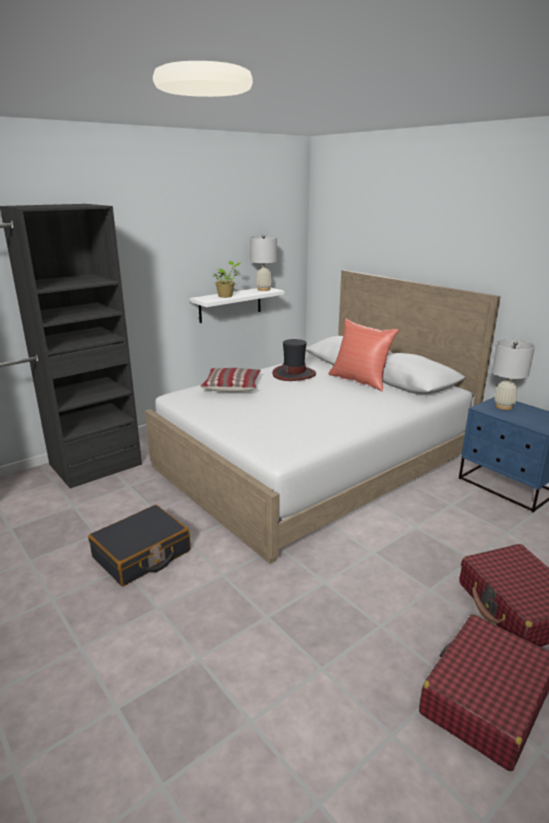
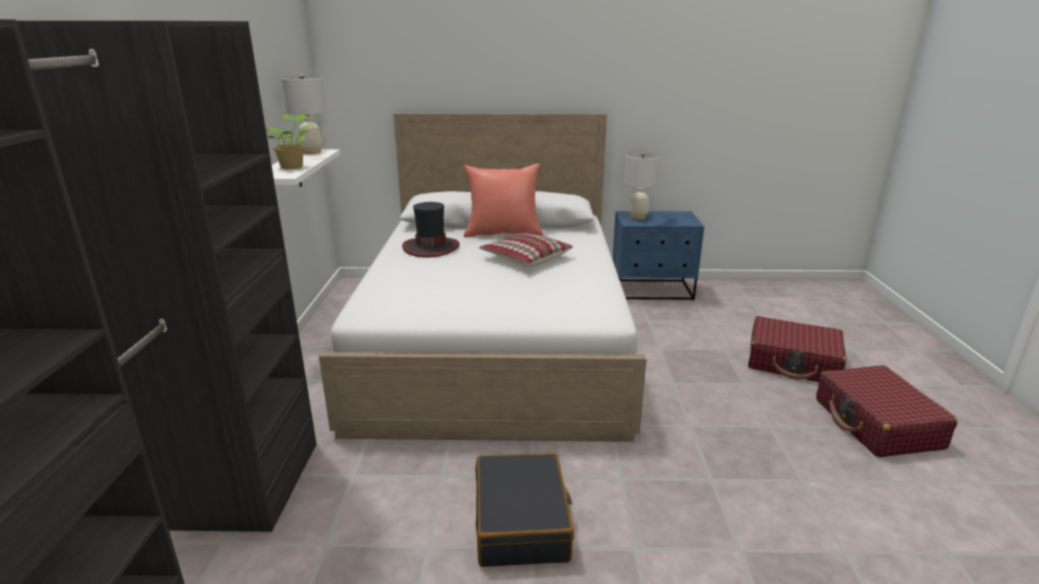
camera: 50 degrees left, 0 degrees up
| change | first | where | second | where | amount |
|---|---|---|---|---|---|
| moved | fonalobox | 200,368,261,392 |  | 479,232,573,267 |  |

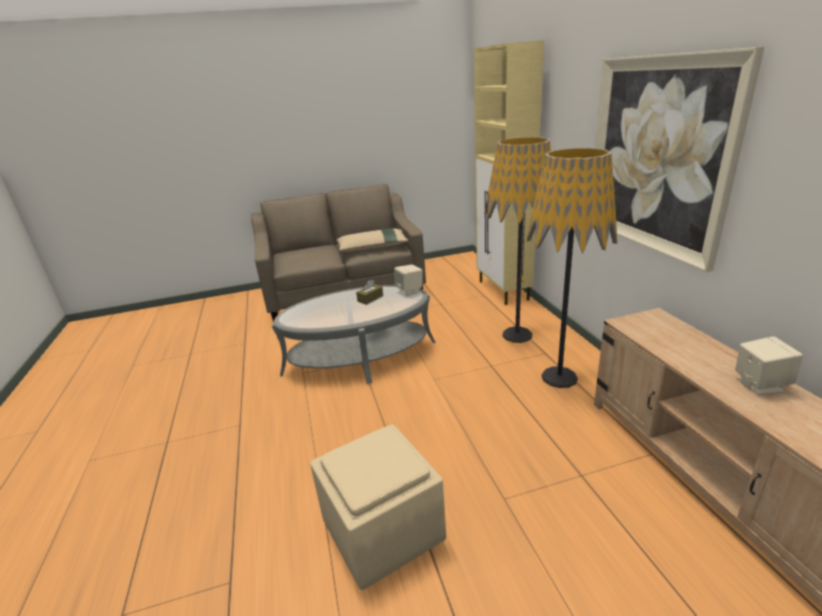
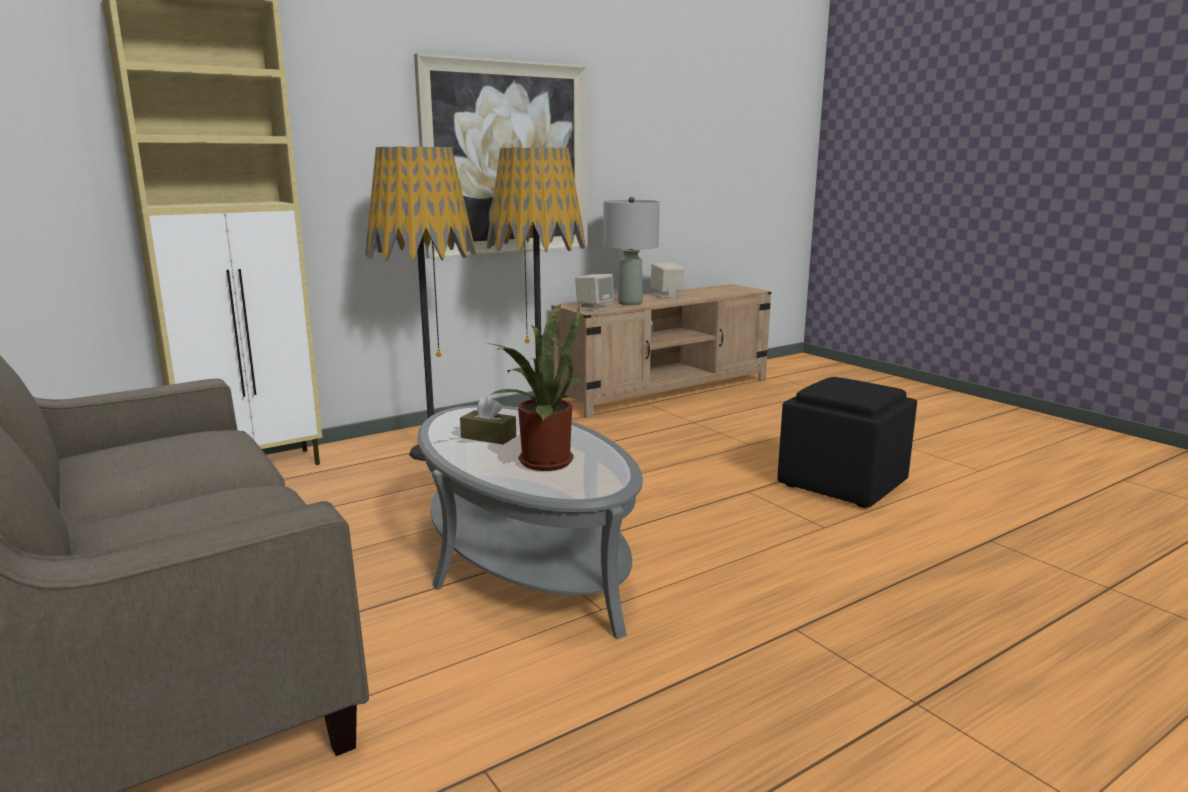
camera: 110 degrees left, 10 degrees down
| change | first | where | second | where | amount |
|---|---|---|---|---|---|
| added |  |  | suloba | 487,304,583,471 |  |
| moved | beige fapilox | 394,264,422,296 |  | 575,274,614,311 |  |
| added |  |  | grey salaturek | 603,197,660,305 |  |
| recoloured | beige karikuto | 310,425,446,590 | black karikuto | 777,377,917,508 |  |
| removed | beige fonalobox | 336,229,409,252 |  |  |  |

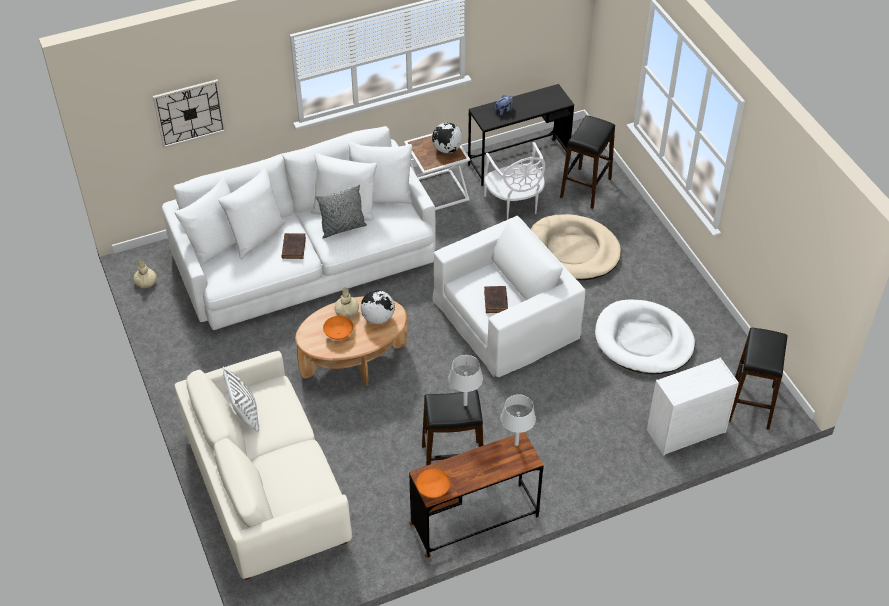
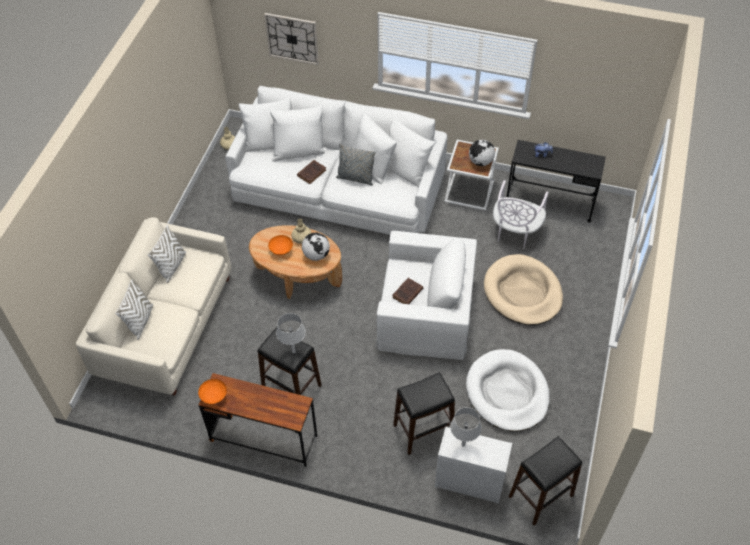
camera: 40 degrees right, 5 degrees up
| change | first | where | second | where | amount |
|---|---|---|---|---|---|
| added |  |  | white fonalobox | 115,279,153,340 |  |
| moved | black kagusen | 560,115,615,209 |  | 393,372,455,455 |  |
| moved | grey salaturek | 501,394,536,446 |  | 450,407,482,447 |  |

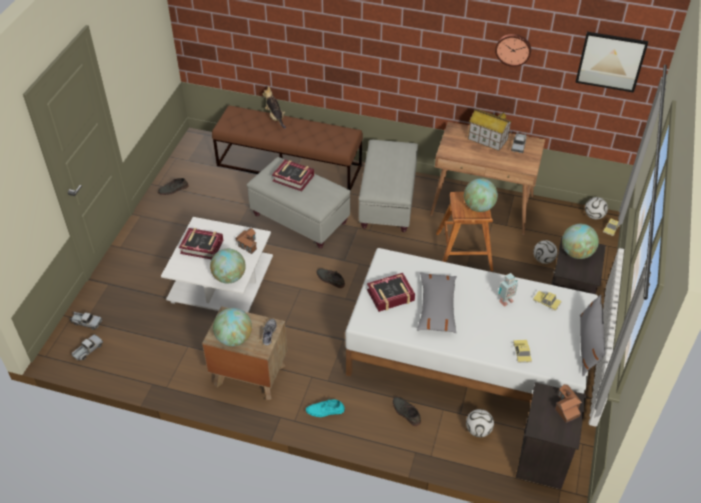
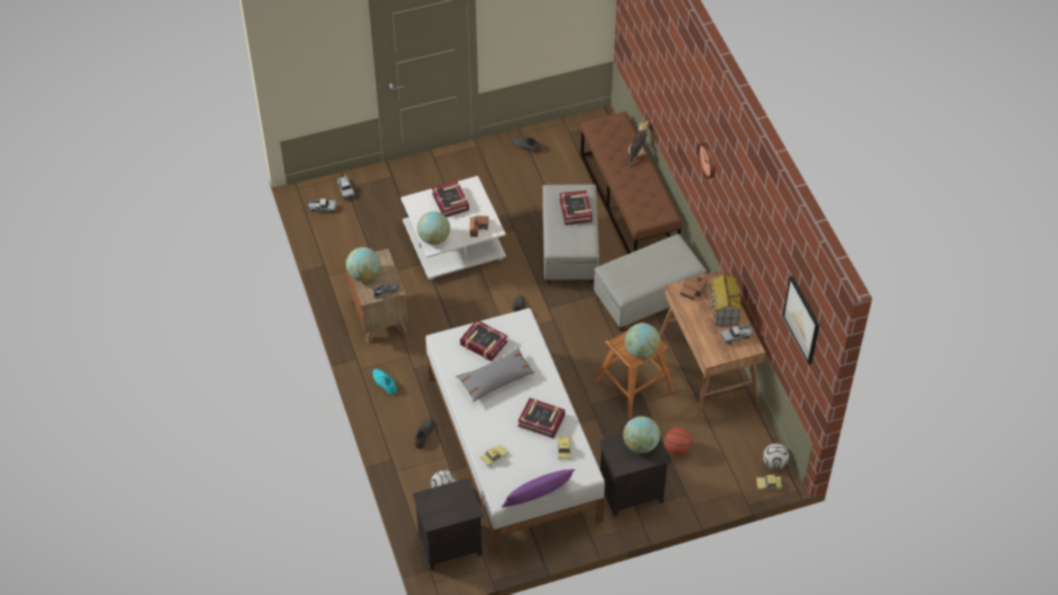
camera: 55 degrees right, 5 degrees up
| change | first | where | second | where | amount |
|---|---|---|---|---|---|
| recoloured | grey fonalobox | 580,294,605,376 | purple fonalobox | 501,469,575,507 |  |
| replaced | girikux | 498,273,518,307 | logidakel | 518,398,565,439 |  |
| replaced | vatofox | 533,240,557,264 | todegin | 664,428,692,456 |  |
| moved | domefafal | 555,384,582,423 |  | 680,274,709,300 |  |
| moved | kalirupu | 495,34,531,67 |  | 697,142,715,179 |  |

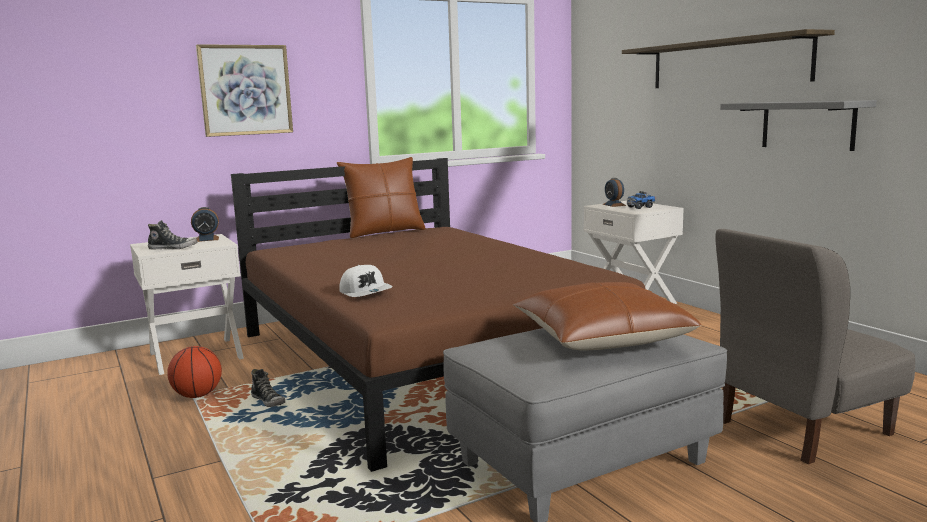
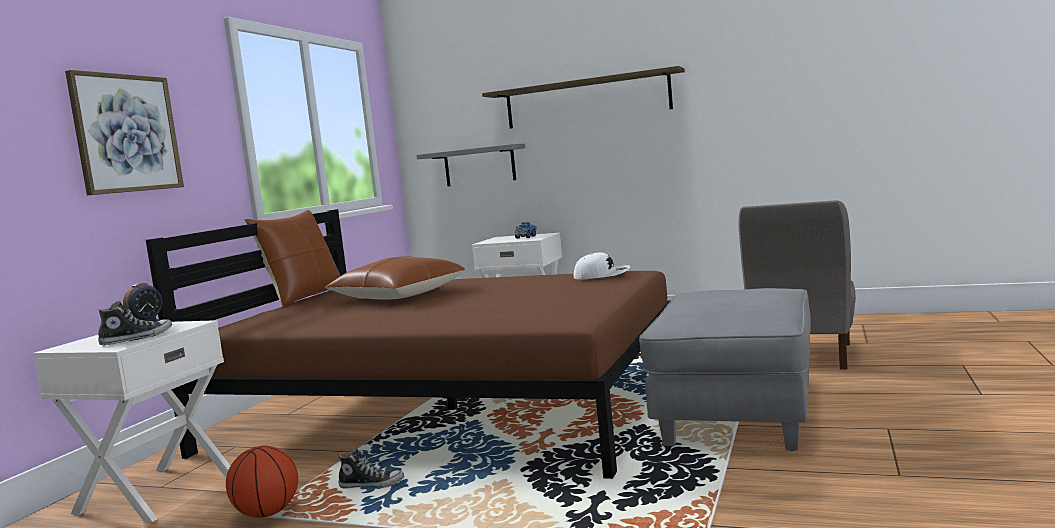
camera: 40 degrees left, 5 degrees down
| change | first | where | second | where | amount |
|---|---|---|---|---|---|
| moved | brown fonalobox | 512,282,701,350 |  | 324,256,465,299 |  |
| moved | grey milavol | 720,100,877,151 |  | 416,144,525,186 |  |
| moved | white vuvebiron | 339,265,393,297 |  | 573,252,630,280 |  |
| removed | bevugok | 603,178,626,207 |  |  |  |

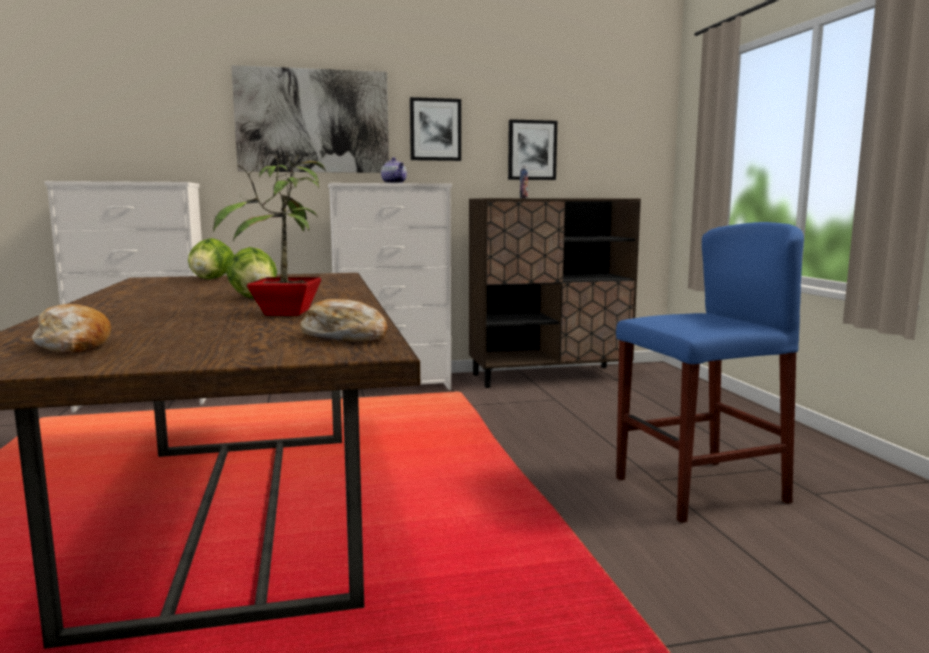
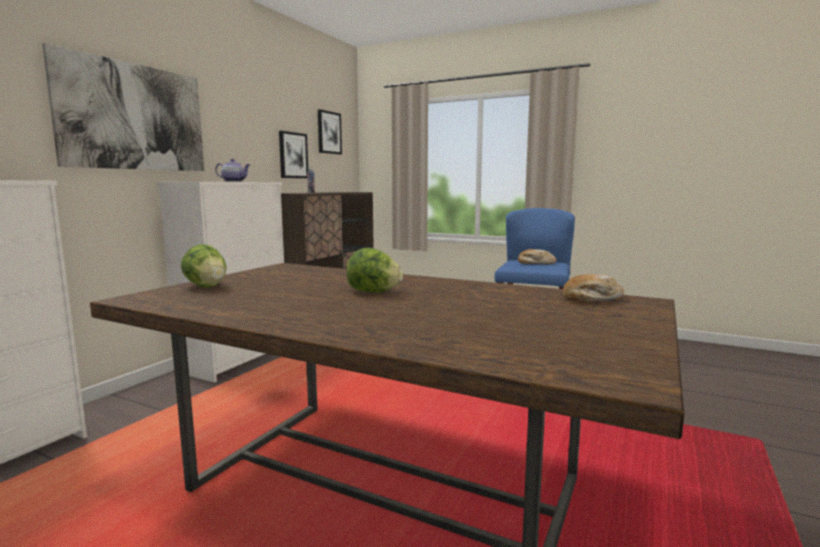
camera: 50 degrees left, 0 degrees up
| change | first | where | second | where | amount |
|---|---|---|---|---|---|
| moved | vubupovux | 410,97,461,161 |  | 318,109,342,155 |  |
| moved | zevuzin | 32,304,111,353 |  | 518,249,557,264 |  |
| removed | suloba | 213,152,327,316 |  |  |  |

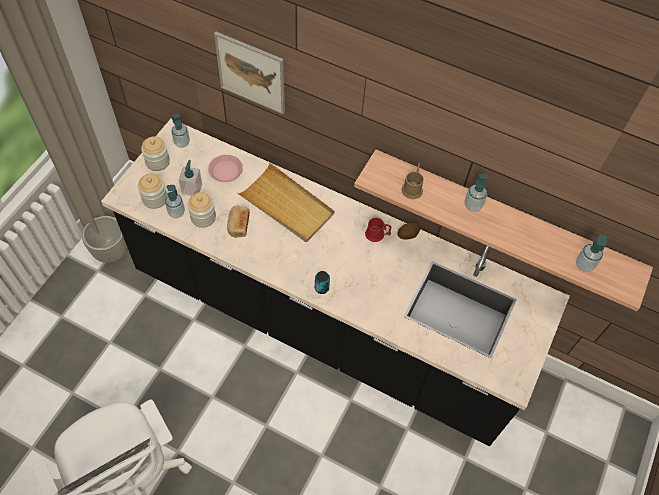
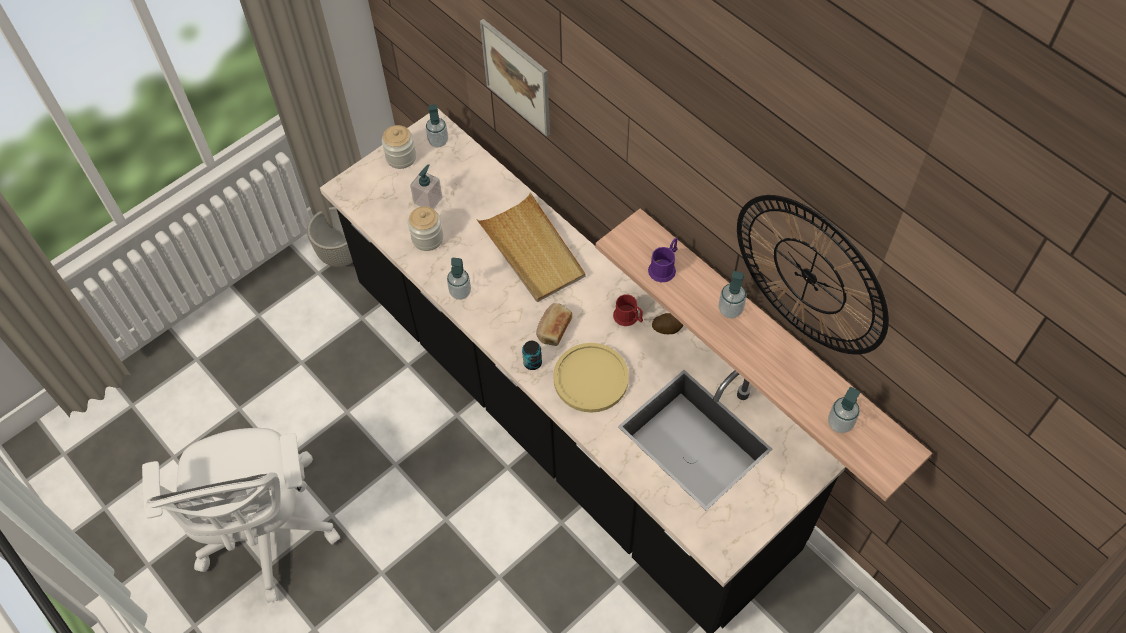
camera: 25 degrees right, 0 degrees up
| change | first | where | second | where | amount |
|---|---|---|---|---|---|
| moved | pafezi | 165,185,185,218 |  | 447,258,471,300 |  |
| moved | zevuzin | 227,205,250,238 |  | 536,303,572,346 |  |
| added |  |  | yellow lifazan | 553,343,629,413 |  |
| recoloured | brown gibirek | 401,162,424,199 | purple gibirek | 648,238,678,282 |  |
| added |  |  | kalirupu | 737,195,889,355 |  |
| removed | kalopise | 138,174,167,209 |  |  |  |
| removed | pink lifazan | 208,155,243,182 |  |  |  |

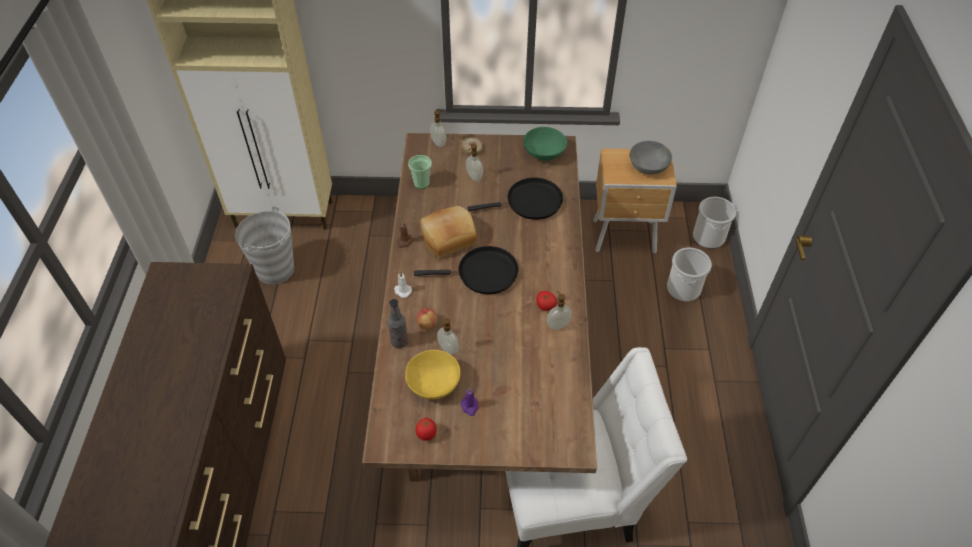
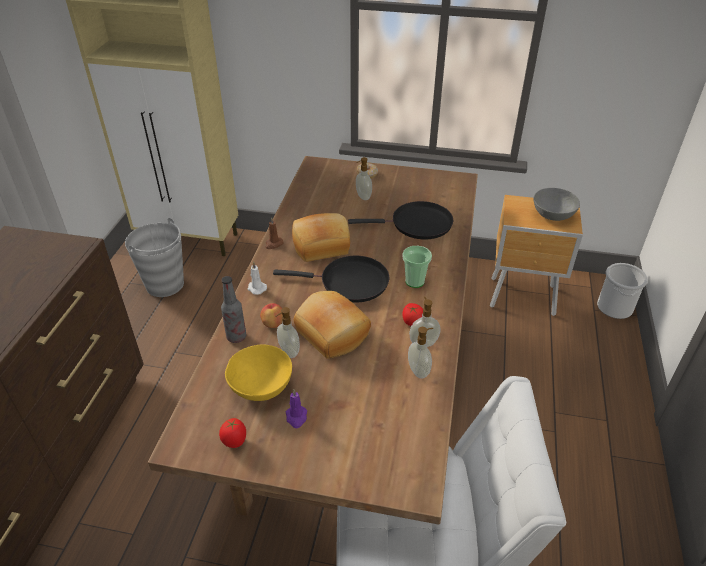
camera: 10 degrees right, 10 degrees down
| change | first | where | second | where | amount |
|---|---|---|---|---|---|
| added |  |  | zevuzin | 294,291,371,359 |  |
| moved | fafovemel | 408,155,432,189 |  | 402,246,432,288 |  |
| moved | pafezi | 430,110,446,147 |  | 408,327,433,379 |  |
| removed | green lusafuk | 523,127,567,161 |  |  |  |
| removed | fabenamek | 667,247,712,301 |  |  |  |

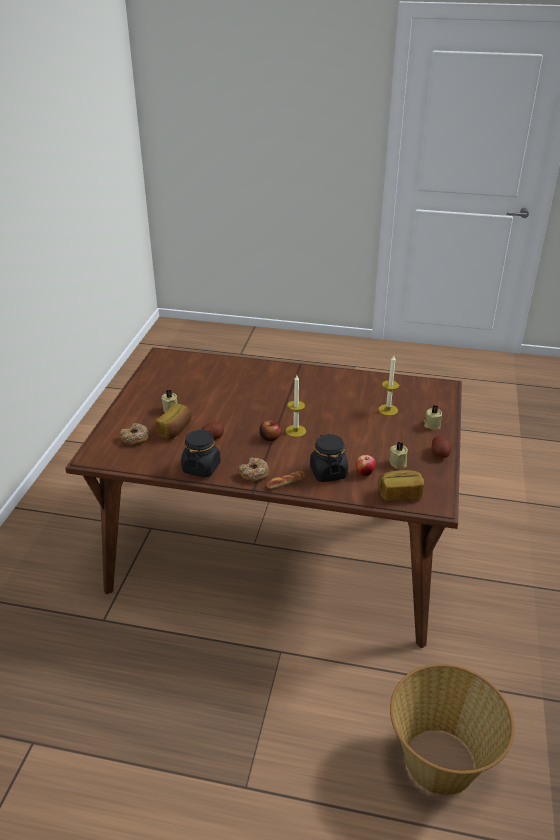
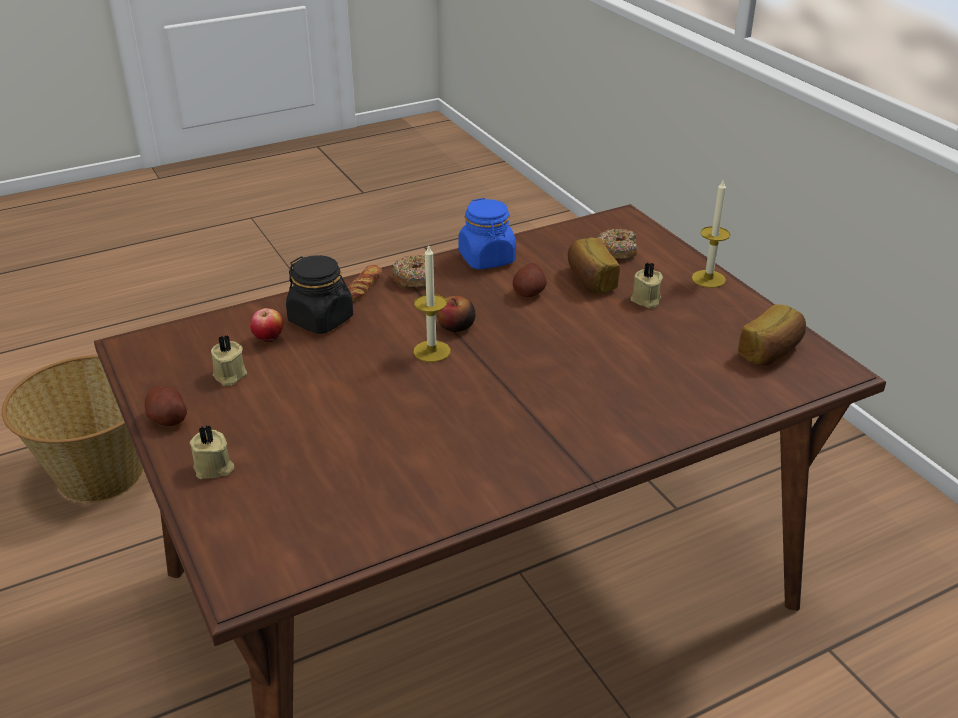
camera: 140 degrees right, 0 degrees up
| change | first | where | second | where | amount |
|---|---|---|---|---|---|
| recoloured | black kalopise | 181,429,221,477 | blue kalopise | 458,198,516,269 |  |
| moved | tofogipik | 378,355,399,416 |  | 692,178,730,288 |  |
| moved | zevuzin | 378,470,424,501 |  | 738,304,806,365 |  |

